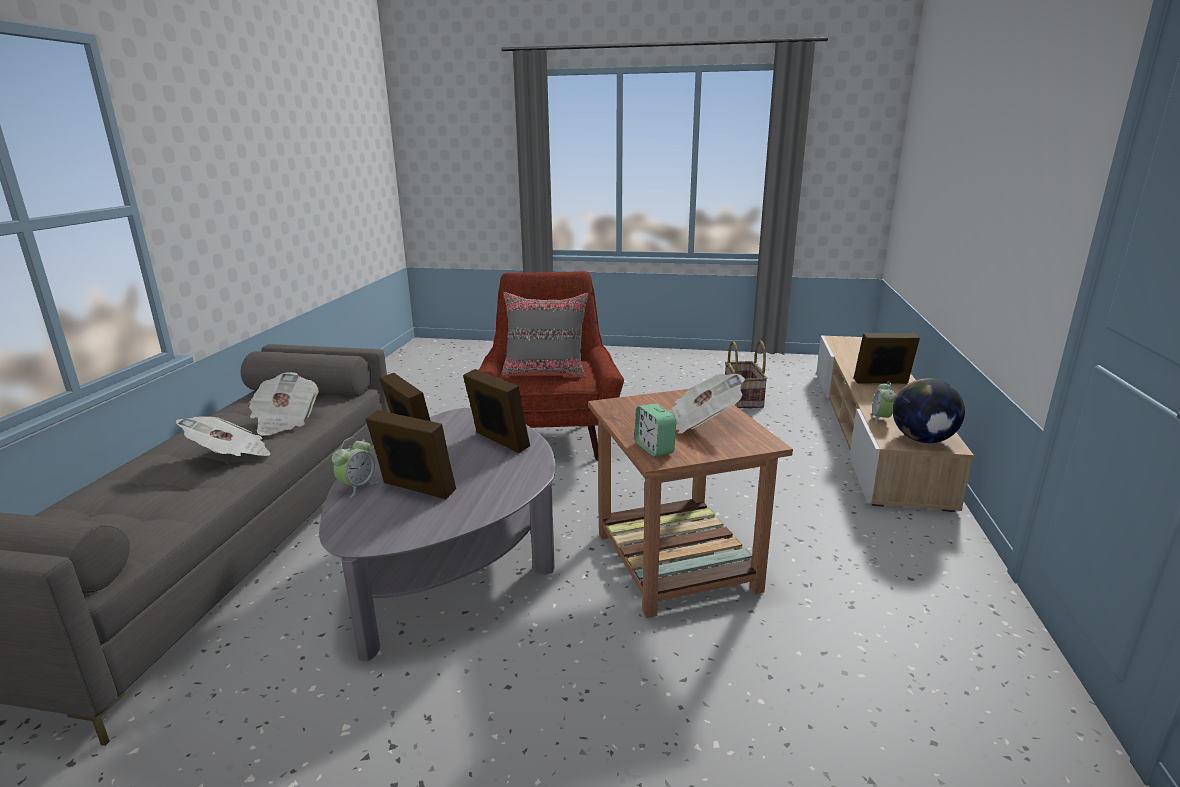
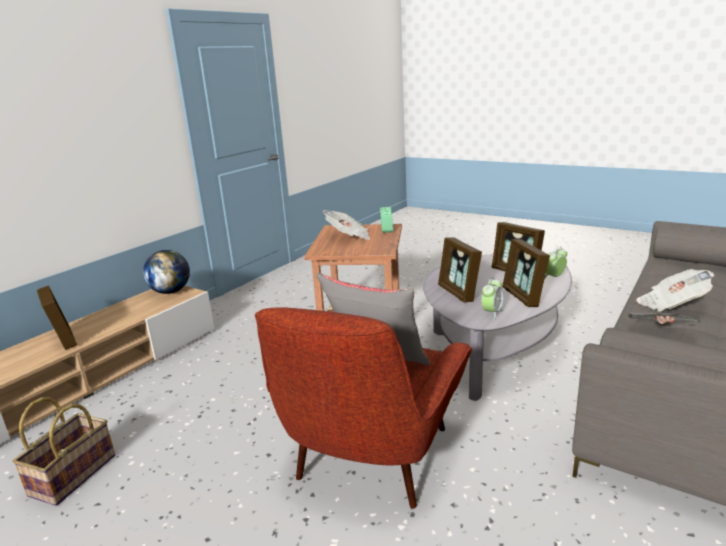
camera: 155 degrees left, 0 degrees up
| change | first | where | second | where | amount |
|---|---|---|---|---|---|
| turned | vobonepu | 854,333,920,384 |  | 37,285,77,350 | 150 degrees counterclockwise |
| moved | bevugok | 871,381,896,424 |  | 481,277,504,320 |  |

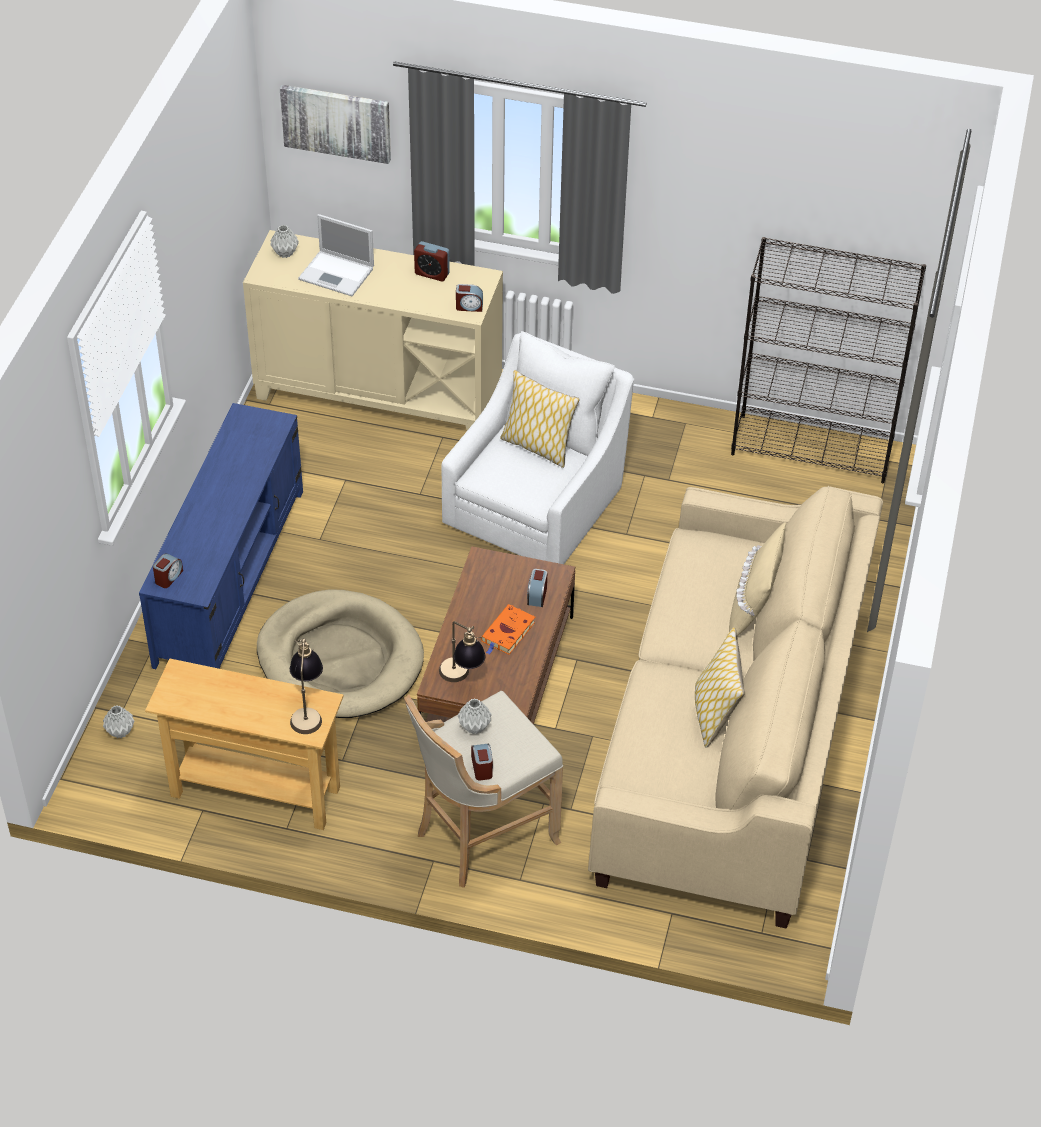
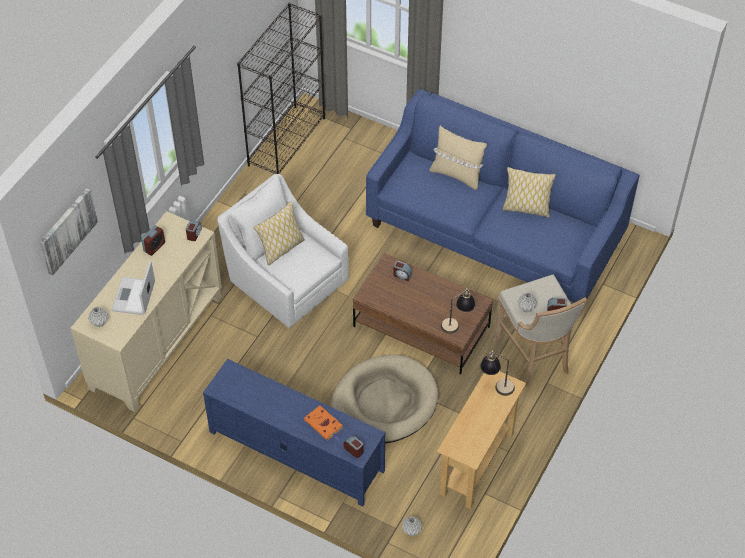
camera: 75 degrees left, 5 degrees up
| change | first | where | second | where | amount |
|---|---|---|---|---|---|
| turned | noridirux | 298,214,374,296 |  | 112,261,155,315 | 150 degrees clockwise |
| moved | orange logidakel | 481,604,535,655 |  | 304,405,342,441 |  |
| recoloured | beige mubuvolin | 588,486,883,929 | blue mubuvolin | 366,89,640,303 |  |

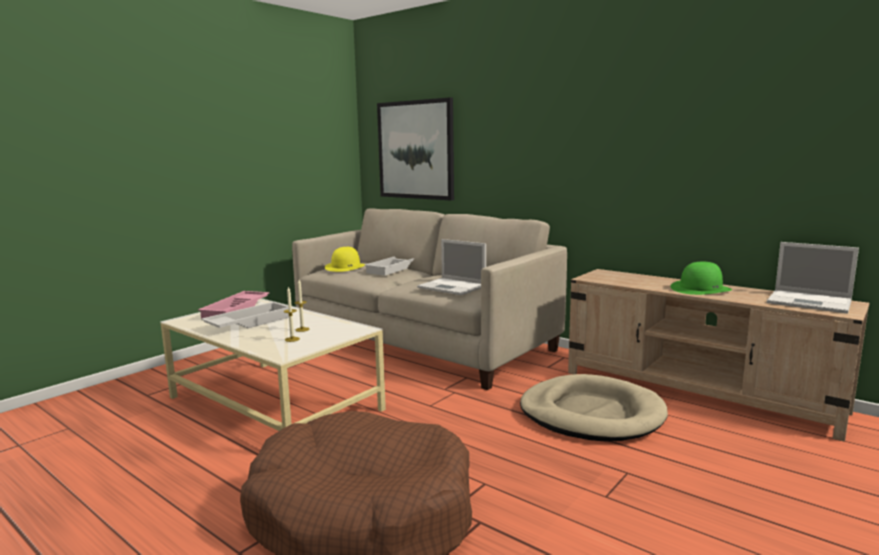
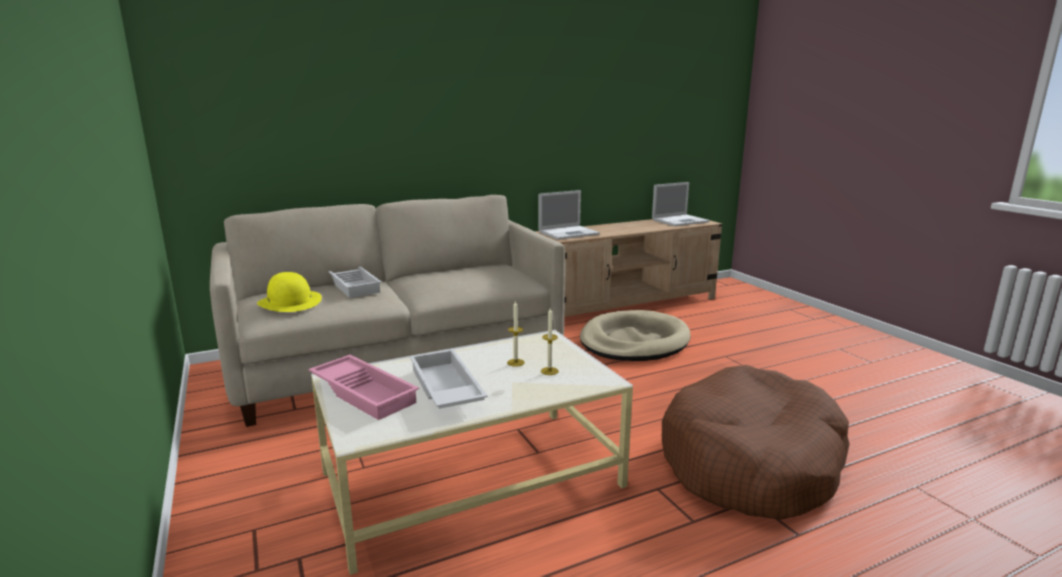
camera: 65 degrees left, 5 degrees up
| change | first | where | second | where | amount |
|---|---|---|---|---|---|
| moved | noridirux | 417,239,486,295 |  | 538,190,600,240 |  |
| removed | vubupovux | 377,97,454,200 |  |  |  |
| removed | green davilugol | 670,262,732,295 |  |  |  |

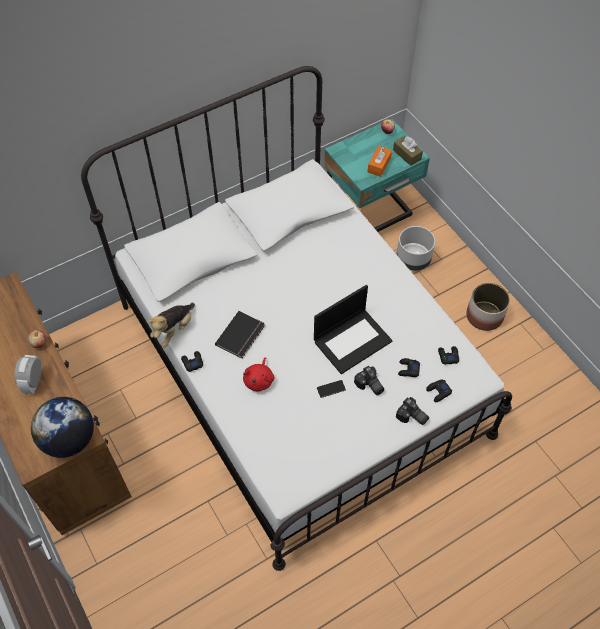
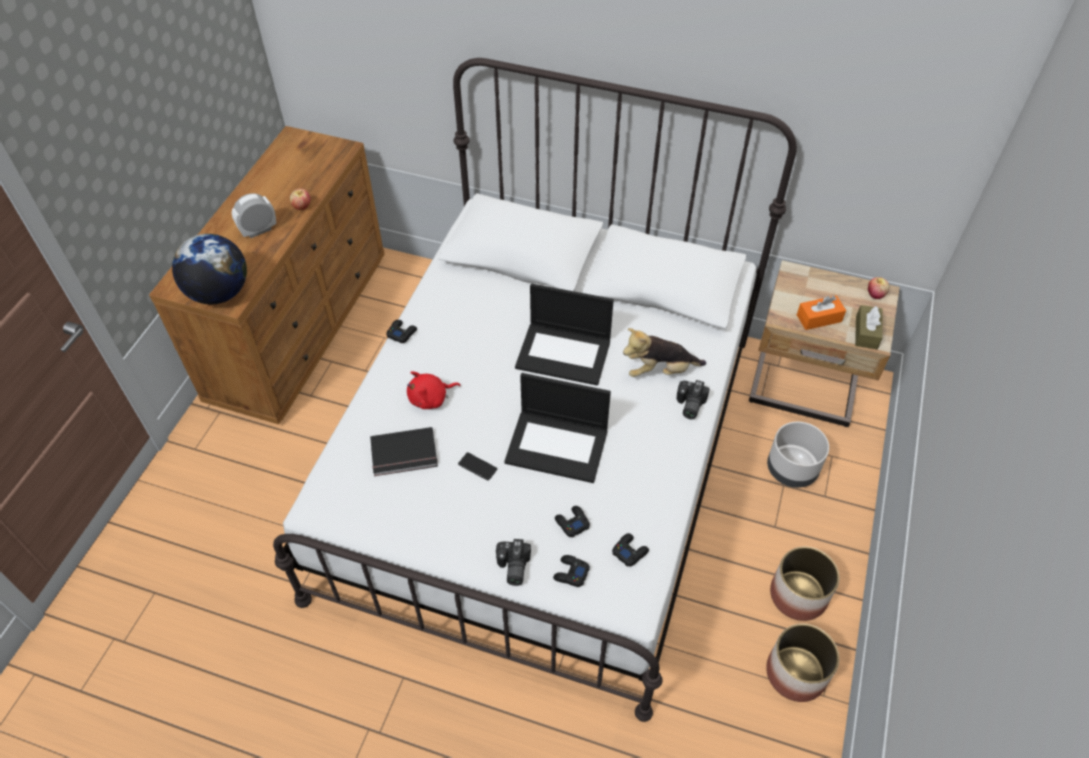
camera: 50 degrees right, 5 degrees down
| change | first | where | second | where | amount |
|---|---|---|---|---|---|
| moved | black logidakel | 215,311,265,359 |  | 370,427,438,476 |  |
| added |  |  | noridirux | 515,283,614,386 |  |
| moved | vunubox | 148,302,195,347 |  | 623,328,706,377 |  |
| moved | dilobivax | 354,366,384,395 |  | 677,380,710,419 |  |
| recoloured | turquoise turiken | 324,118,430,232 | beige turiken | 749,260,900,427 |  |
| added |  |  | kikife | 766,624,839,702 |  |

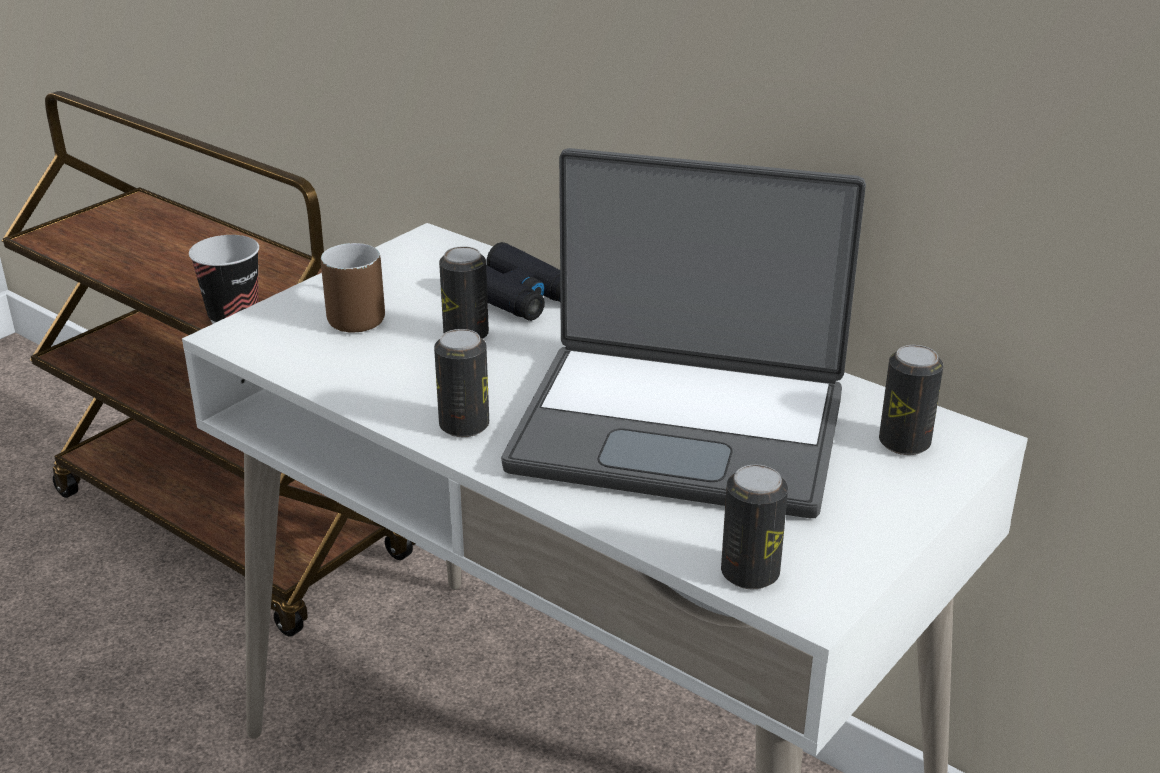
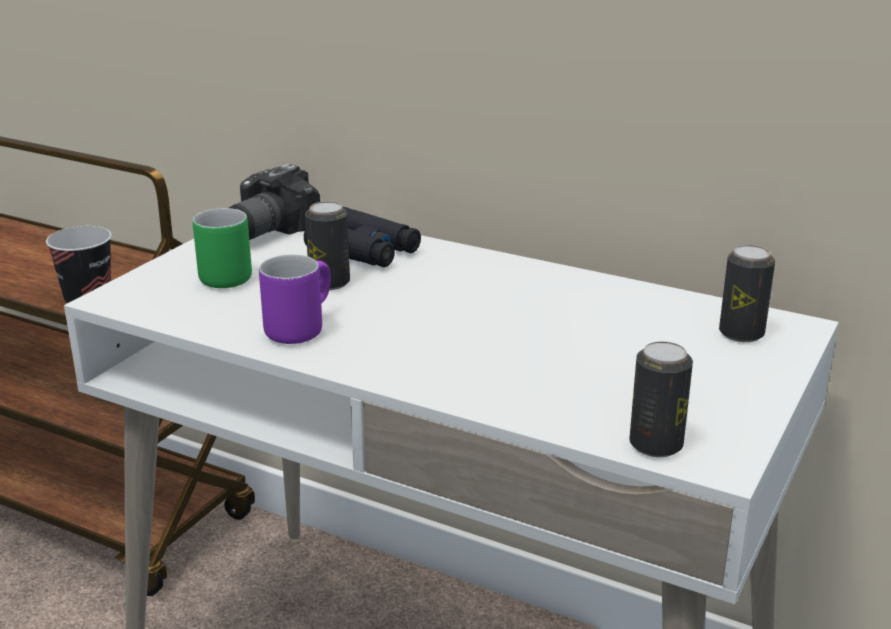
camera: 10 degrees left, 5 degrees down
| change | first | where | second | where | amount |
|---|---|---|---|---|---|
| recoloured | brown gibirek | 321,243,385,333 | green gibirek | 193,208,252,288 |  |
| added |  |  | dilobivax | 229,164,320,240 |  |
| added |  |  | purple gibirek | 259,255,331,344 |  |
| removed | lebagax | 434,329,489,437 |  |  |  |
| removed | noridirux | 501,148,866,518 |  |  |  |

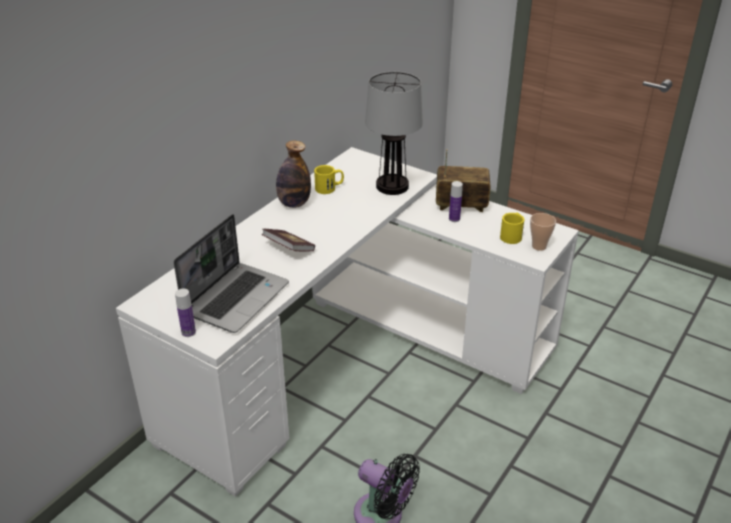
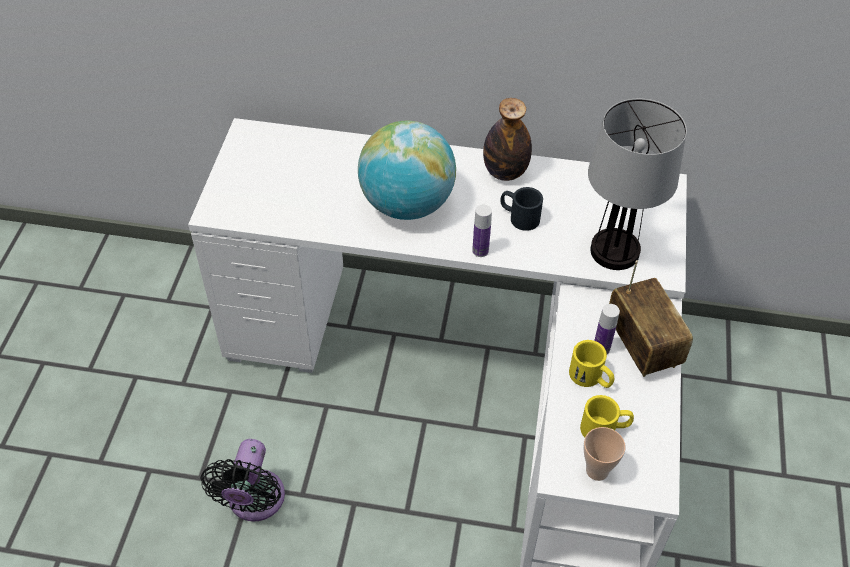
camera: 65 degrees right, 15 degrees up
| change | first | where | second | where | amount |
|---|---|---|---|---|---|
| replaced | logidakel | 262,229,315,251 | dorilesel | 358,121,456,220 |  |
| moved | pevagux | 175,289,196,337 |  | 472,205,492,257 |  |
| added |  |  | black gibirek | 500,187,543,231 |  |
| moved | yellow gibirek | 314,165,344,194 |  | 569,340,614,388 |  |
| removed | noridirux | 174,214,289,333 |  |  |  |

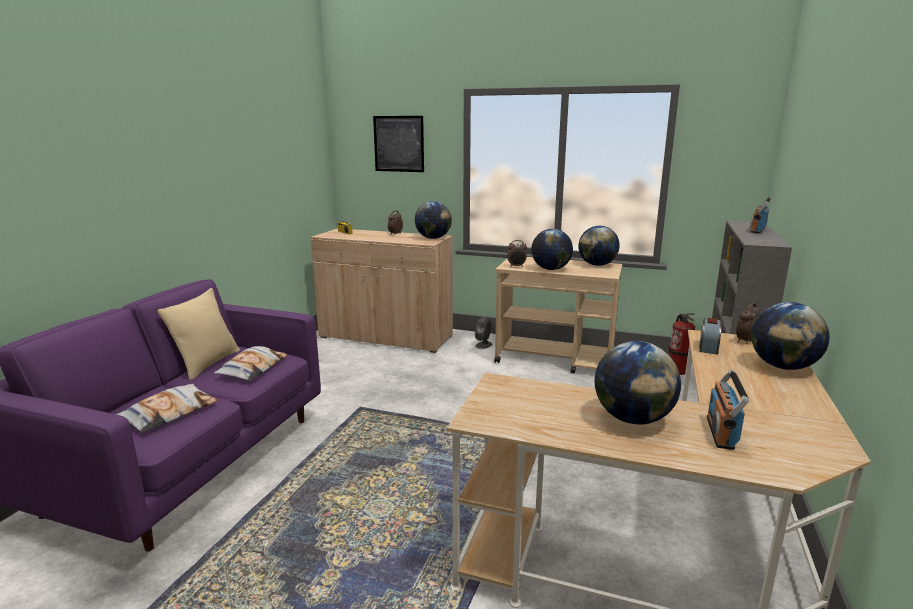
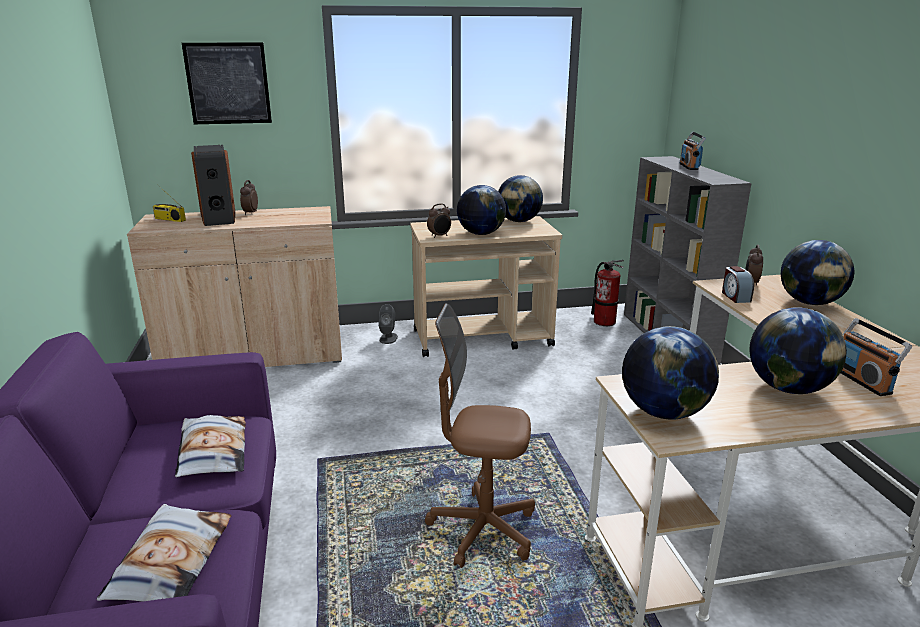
camera: 30 degrees left, 5 degrees up
| change | first | where | second | where | amount |
|---|---|---|---|---|---|
| added |  |  | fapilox | 191,145,235,226 |  |
| added |  |  | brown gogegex | 425,303,535,568 |  |
| moved | dorilesel | 415,201,452,239 |  | 622,326,719,420 |  |
| removed | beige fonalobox | 158,288,240,381 |  |  |  |

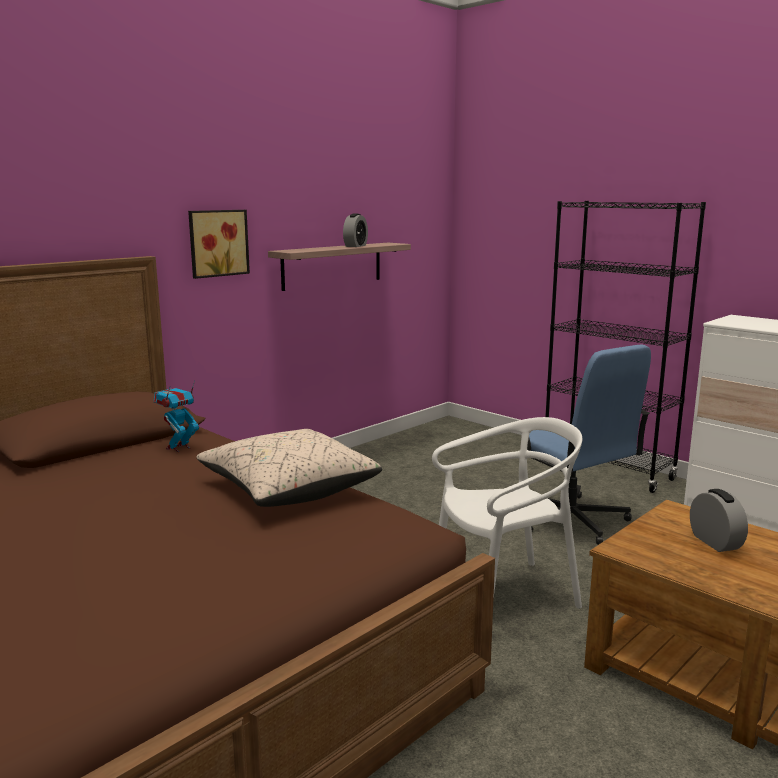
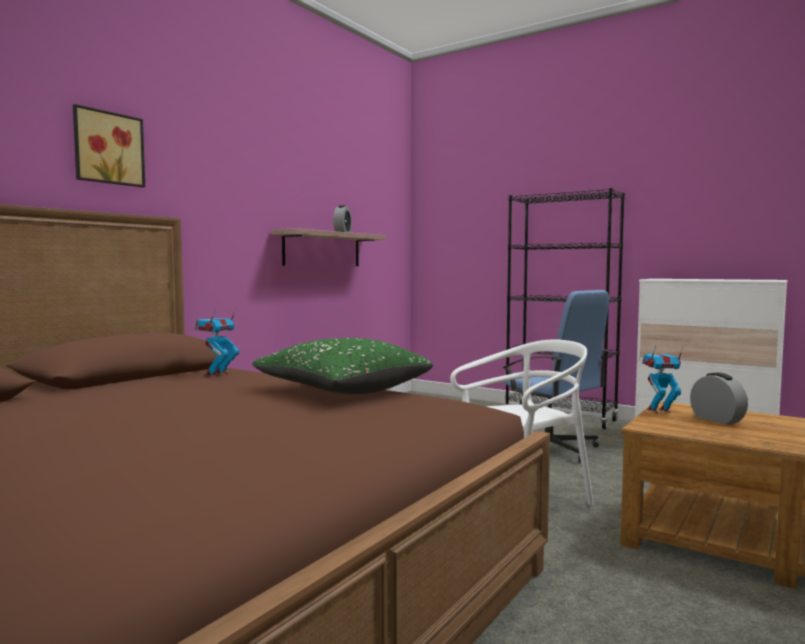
camera: 10 degrees left, 10 degrees down
| change | first | where | second | where | amount |
|---|---|---|---|---|---|
| moved | vubupovux | 188,210,250,279 |  | 73,104,145,187 |  |
| recoloured | beige fonalobox | 197,429,382,507 | green fonalobox | 252,338,433,394 |  |
| added |  |  | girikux | 642,346,683,414 |  |

